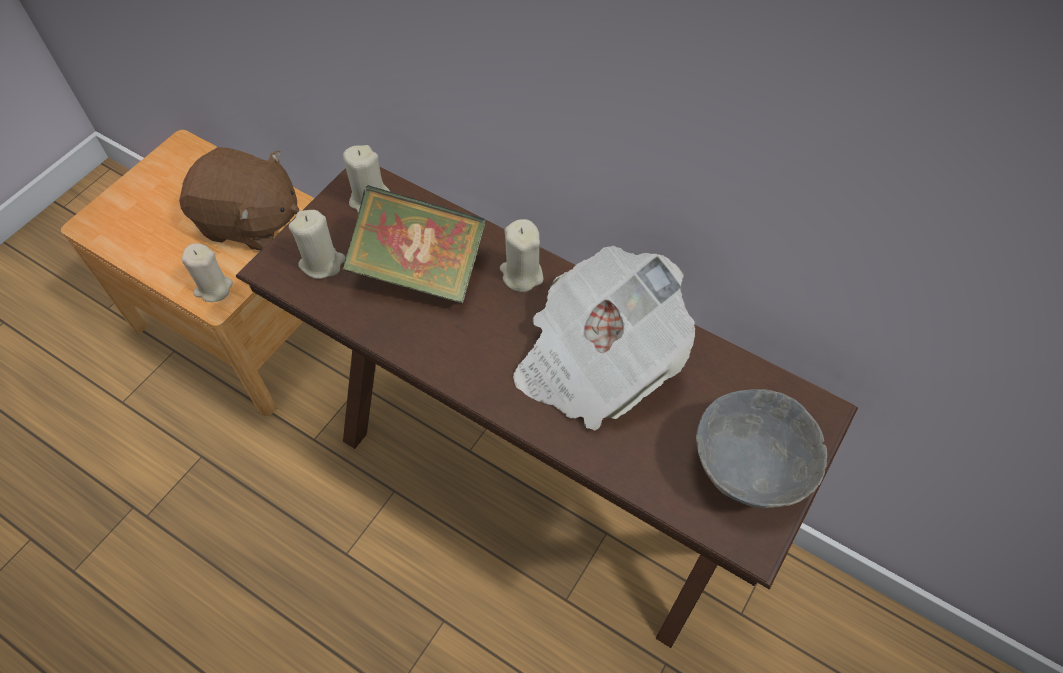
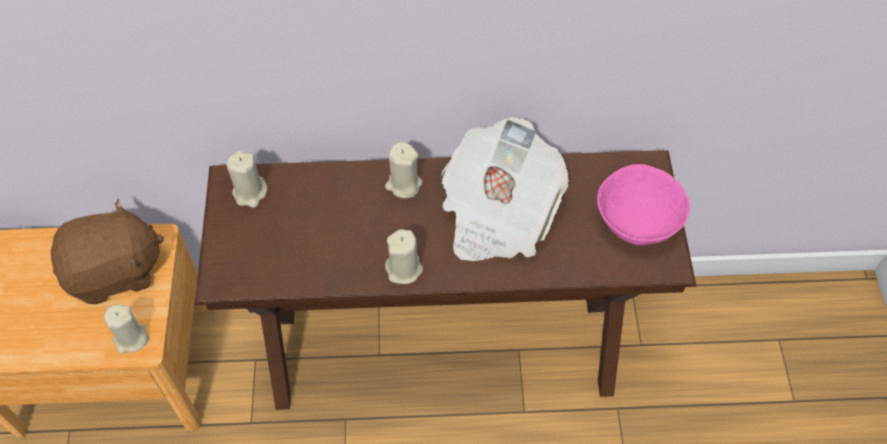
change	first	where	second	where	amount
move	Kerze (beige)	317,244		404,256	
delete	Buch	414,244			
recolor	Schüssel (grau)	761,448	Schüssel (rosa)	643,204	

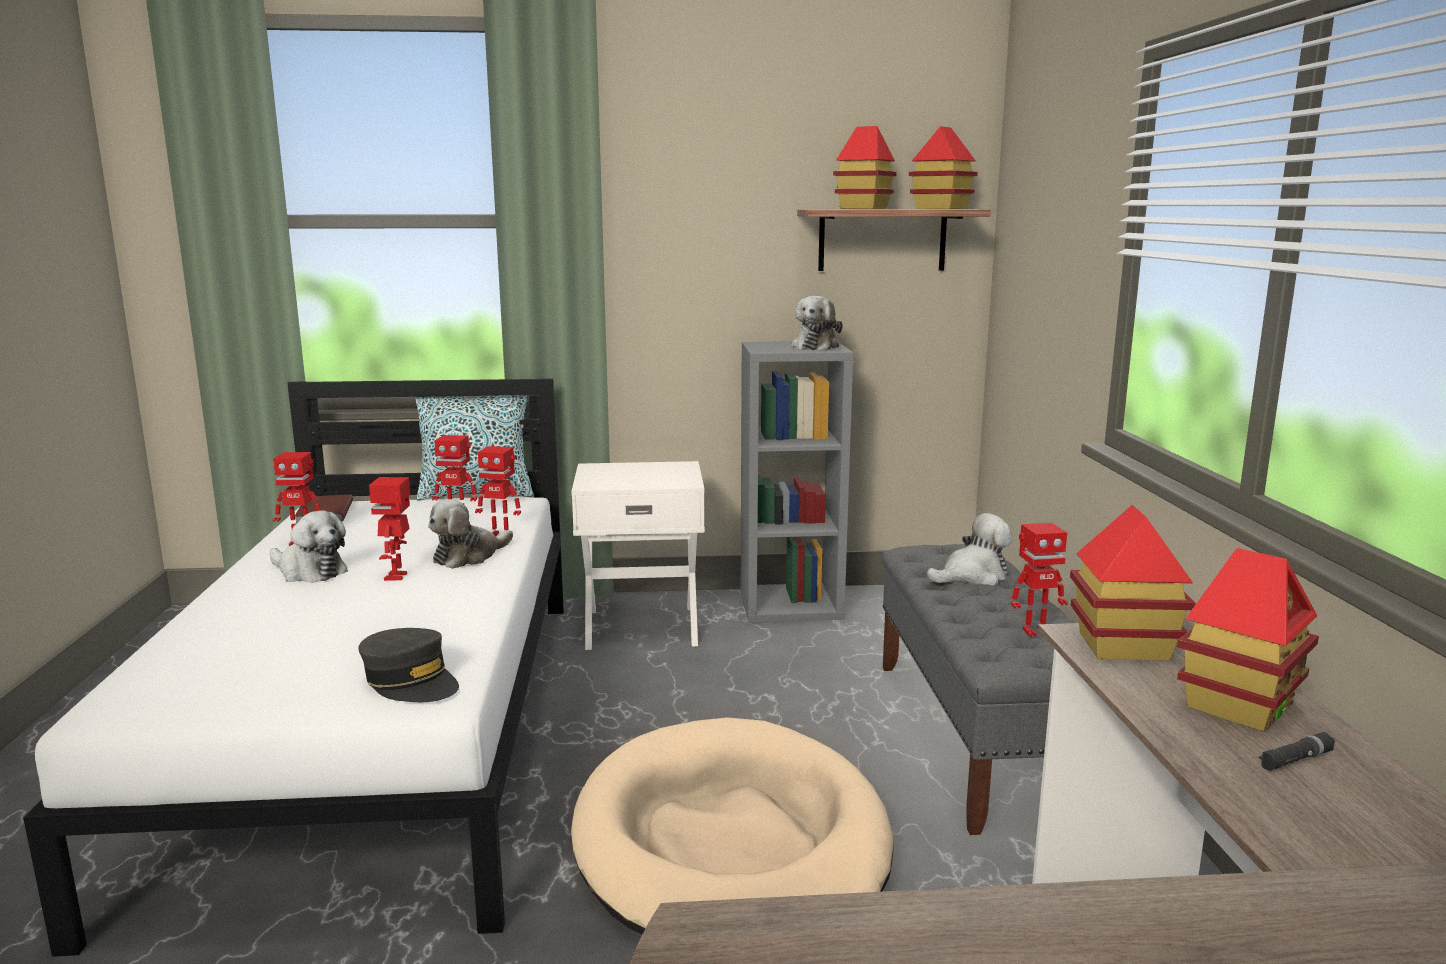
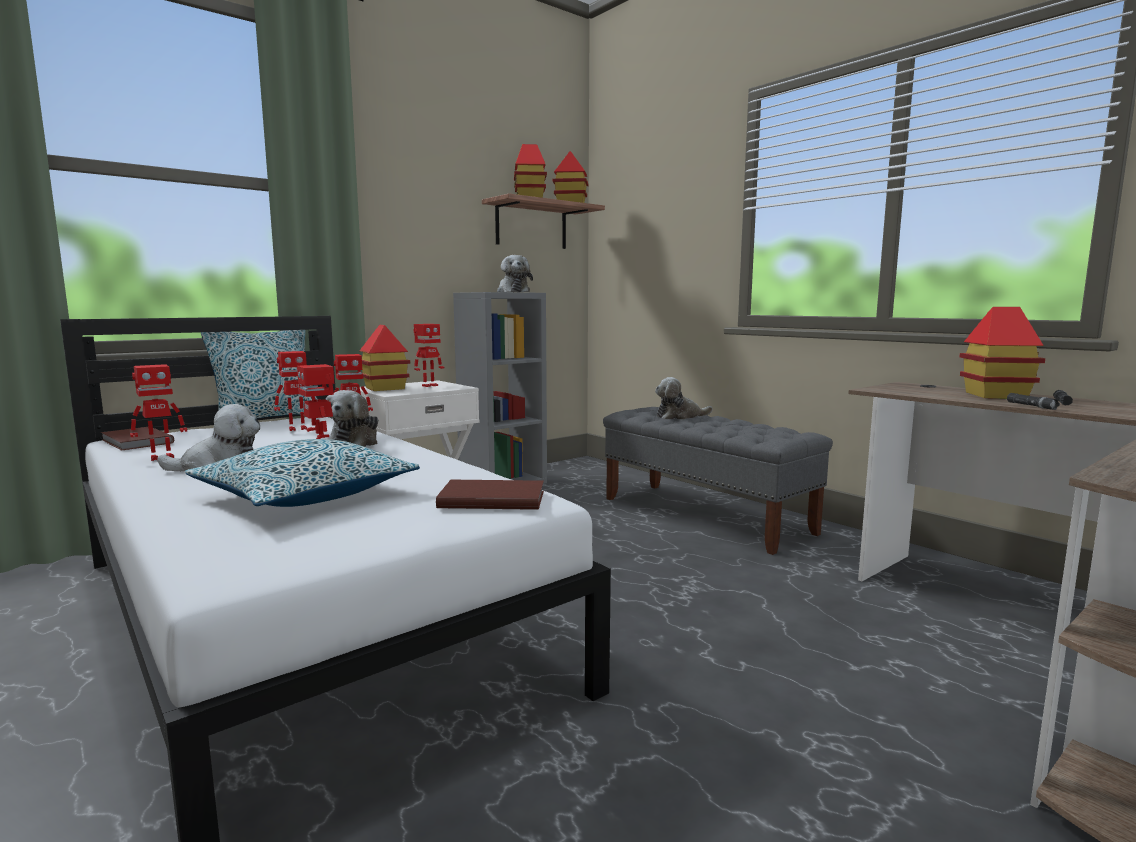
change	first	where	second	where	amount
replace	Kappe (grau)	409,665	Buch (braun)	490,495	
delete	Hundebett (beige)	732,825			
rotate	Plüschtier	969,549		684,398	135 degrees counterclockwise
move	Spielzeugroboter	1039,579		429,355	
move	Spielzeughaus	1133,583		385,358	
insert			Kissen	302,473	
insert			Taschenlampe (schwarz)	1033,401	

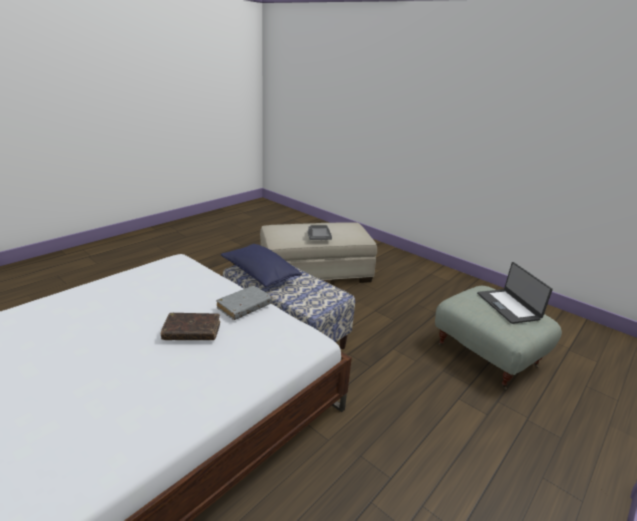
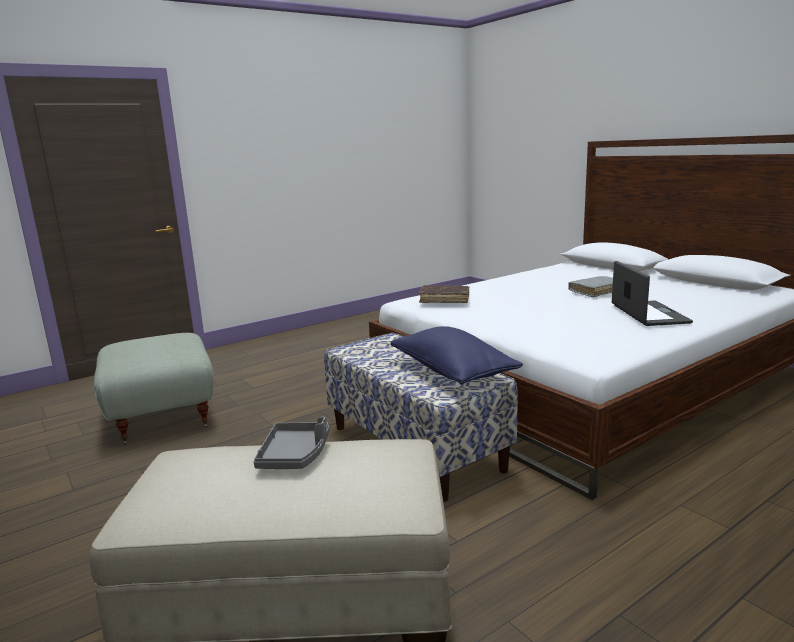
change	first	where	second	where	amount
move	Buch (braun)	190,326		444,294	
move	Buch (grau)	244,303		591,286	
move	Laptop	515,293		652,293	

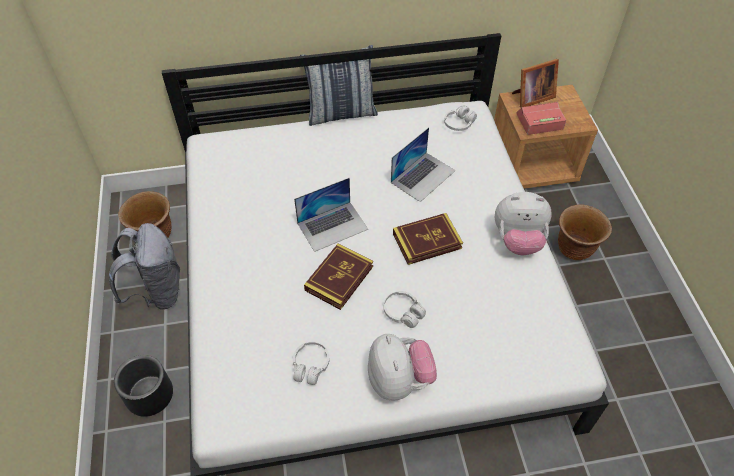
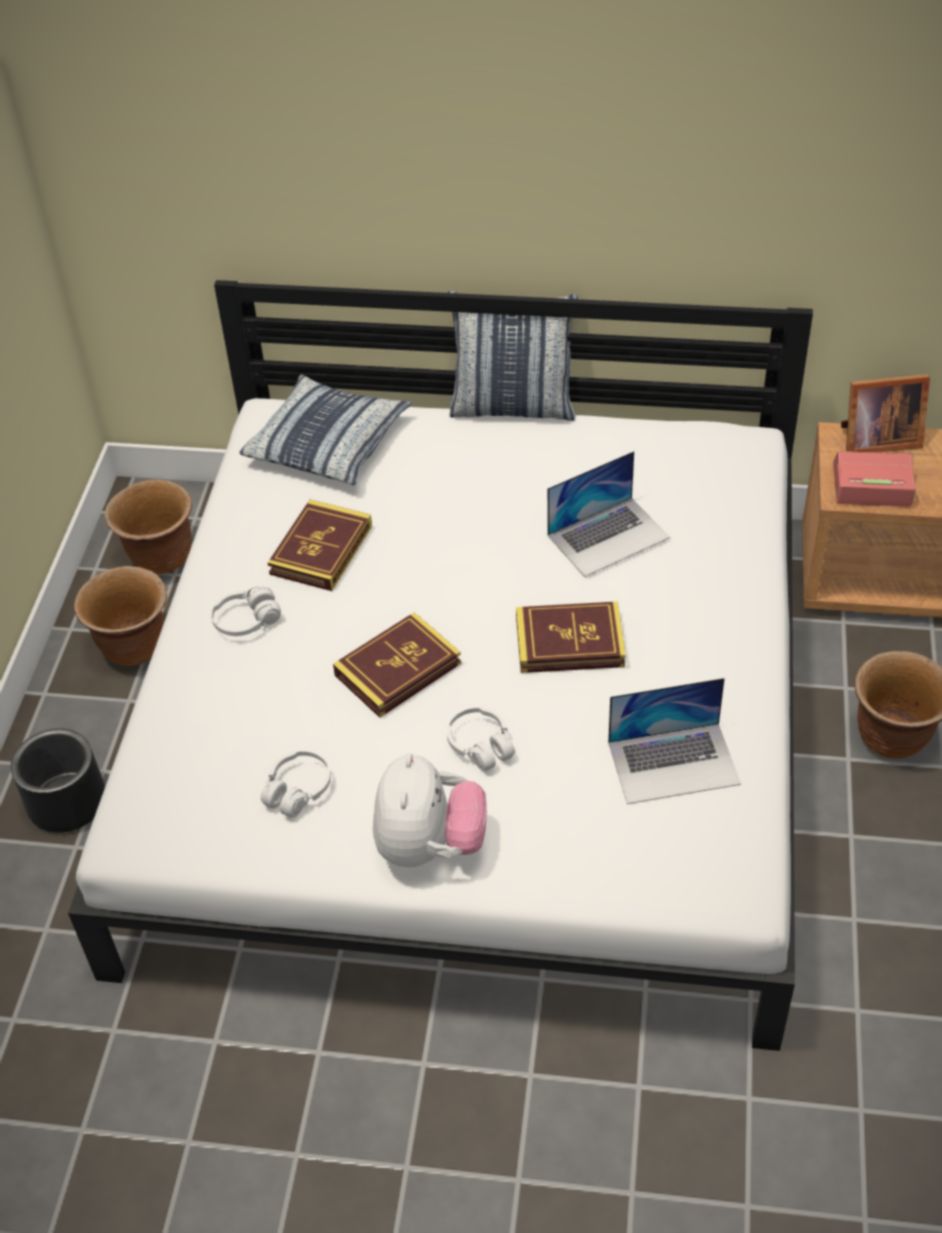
change	first	where	second	where	amount
replace	Rucksack (grau)	144,266	Pflanzkübel (braun)	120,616	
move	Laptop	331,215		674,741	
move	Kopfhörer (weiß)	460,118		246,611	
delete	Plüschtier	523,223			
insert			Kissen	325,429	
insert			Buch	320,545	

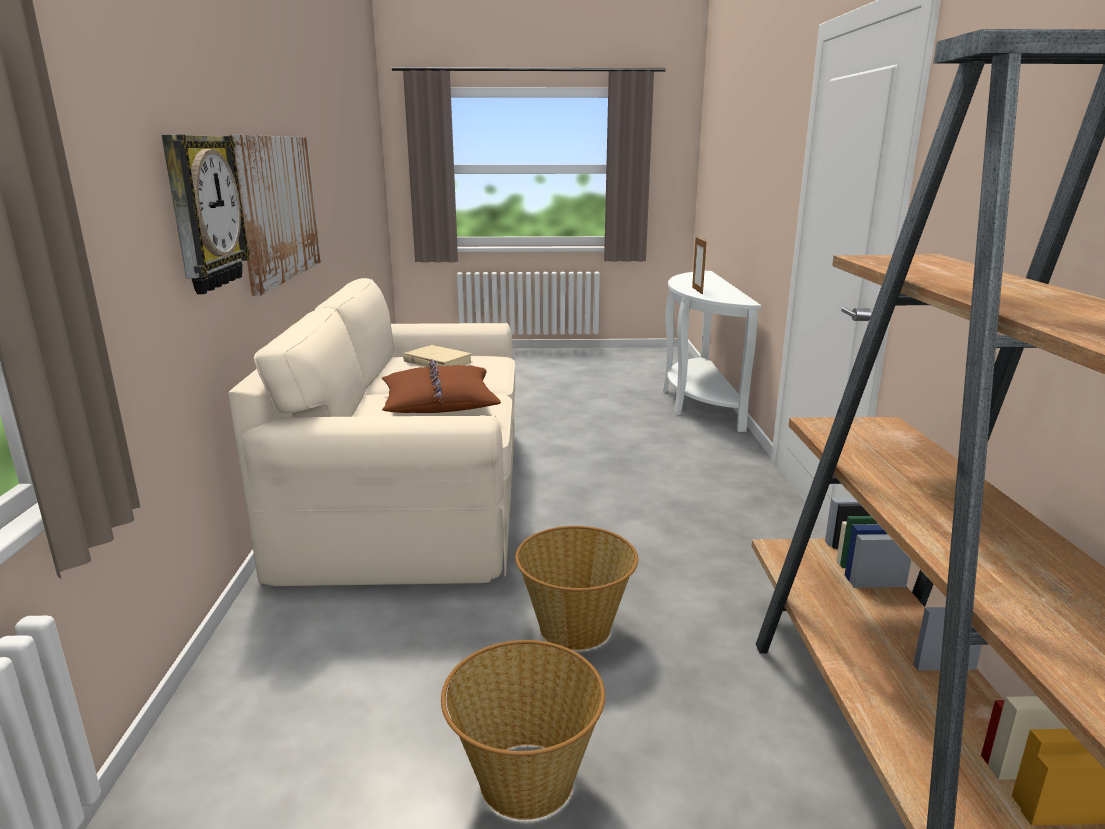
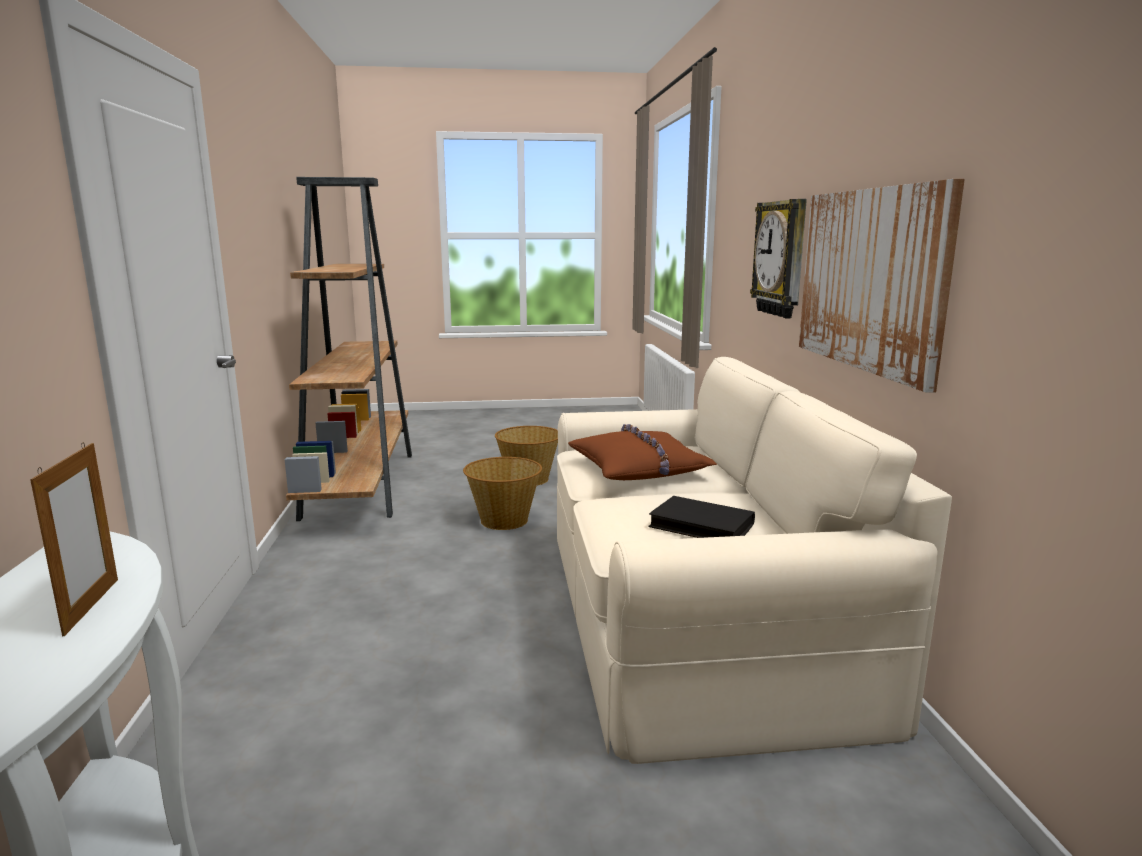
change	first	where	second	where	amount
recolor	Buch (beige)	438,356	Buch (schwarz)	702,517	

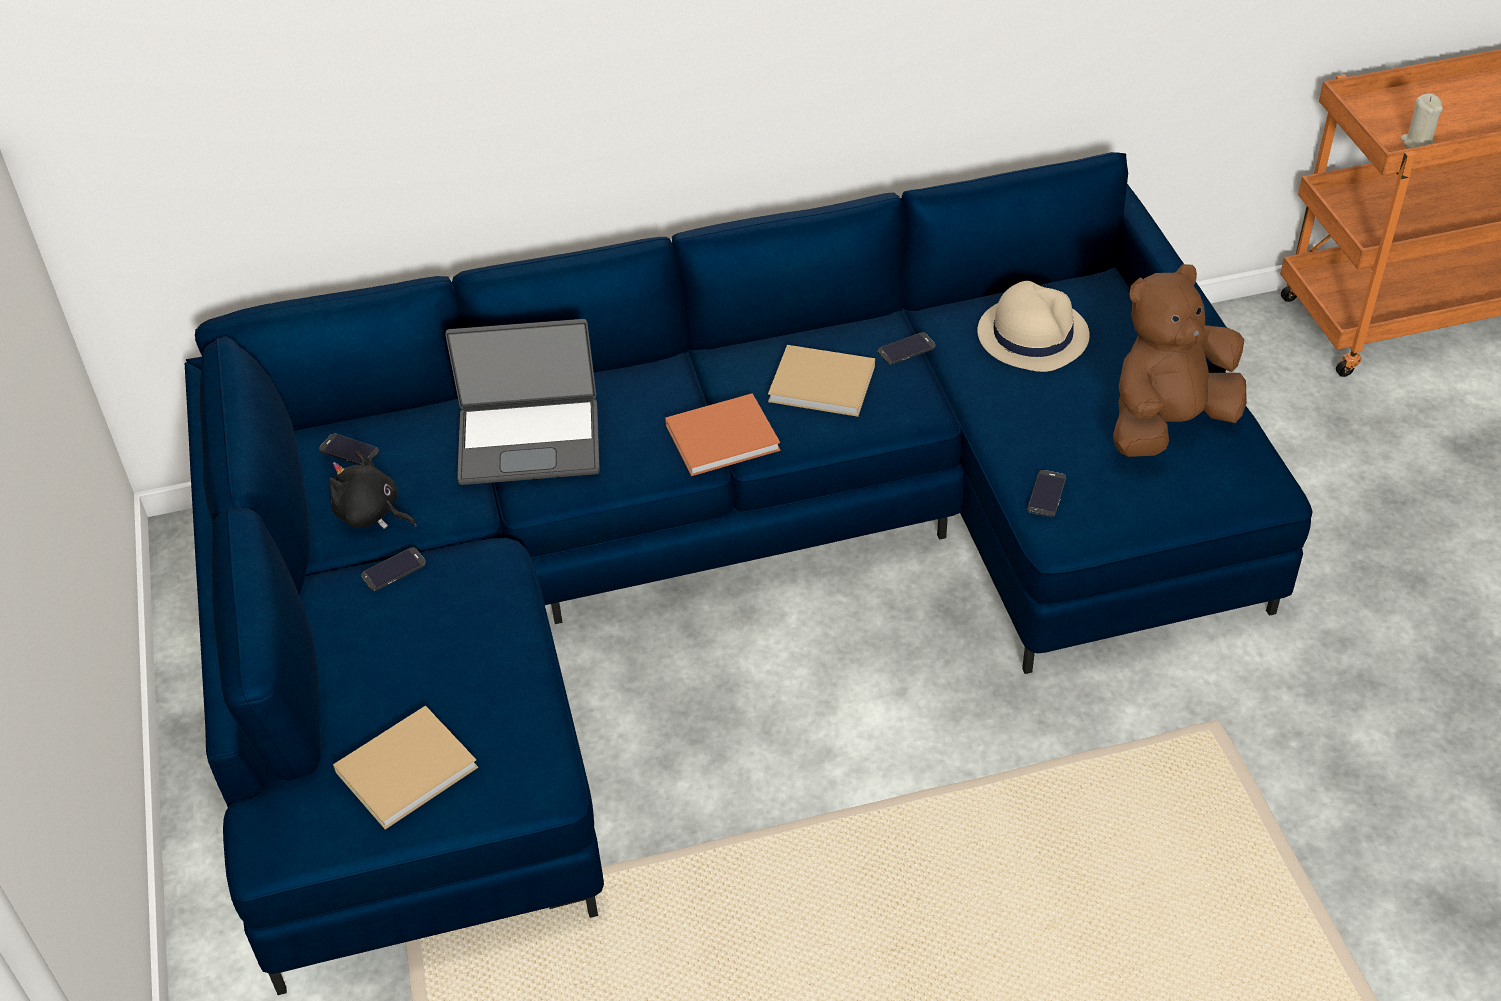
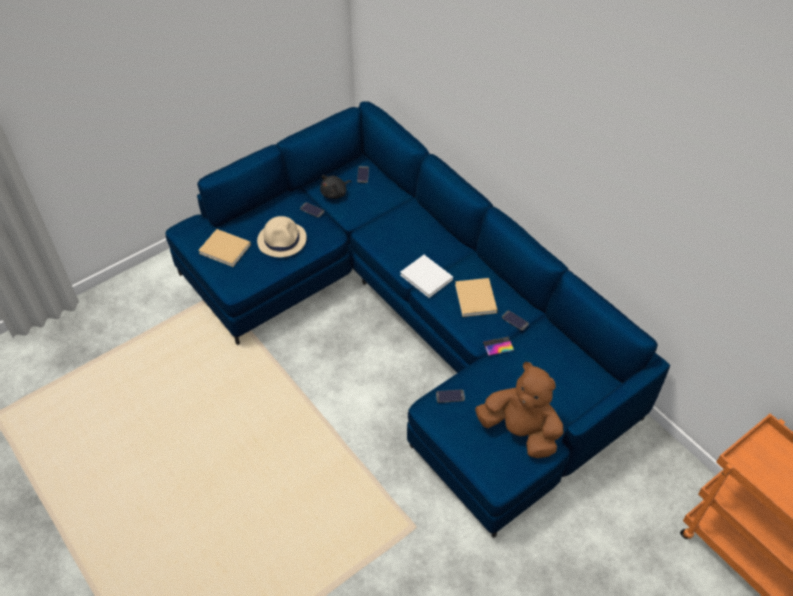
change	first	where	second	where	amount
rotate	Plüschtier (schwarz)	373,490		336,187	135 degrees counterclockwise
delete	Laptop	522,402			
recolor	Buch (orange)	723,434	Buch (weiß)	426,276	
move	Hut (beige)	1033,326		282,236	
delete	Kerze (beige)	1421,120			
insert			Handy	498,346	

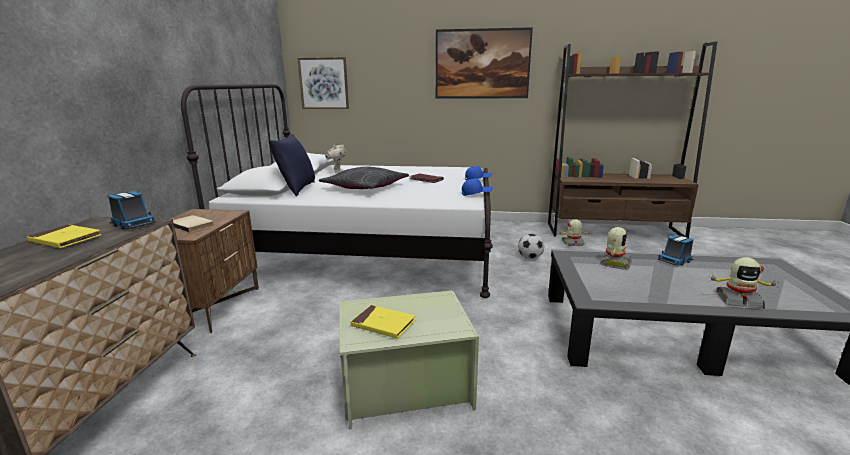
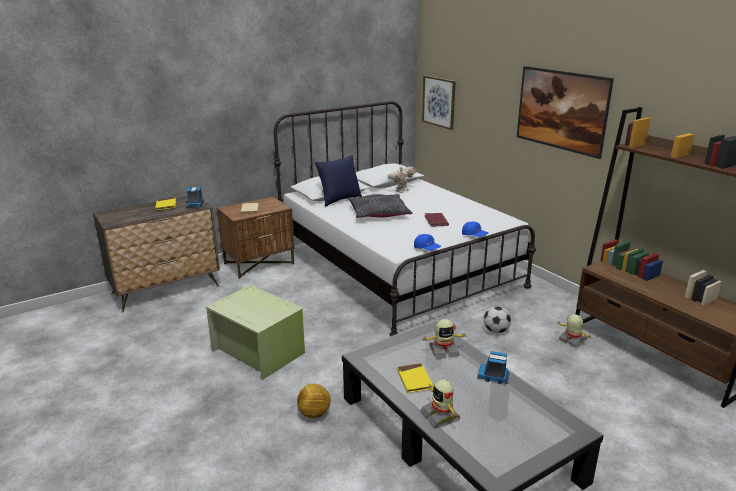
change	first	where	second	where	amount
move	Buch (gelb)	383,322		415,378	
insert			Fußball	314,401	

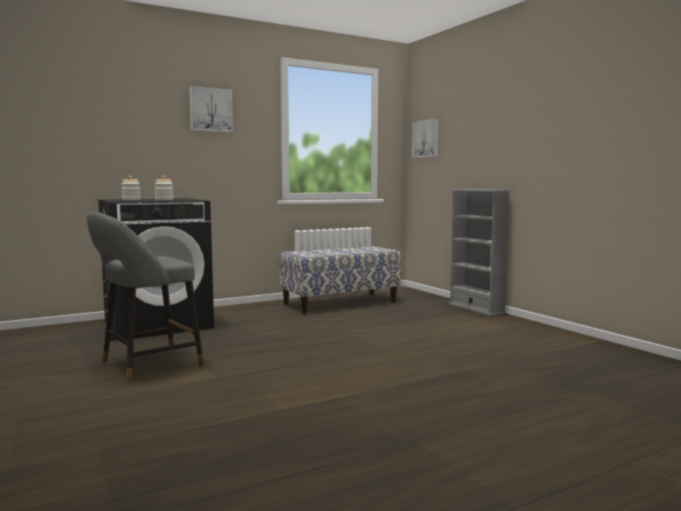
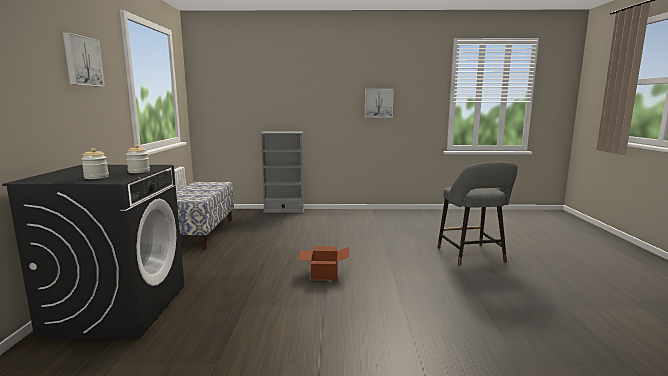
change	first	where	second	where	amount
move	Hocker (grau)	145,297		477,214	
move	Bild	425,138		379,103	
insert			Karton	323,263	

